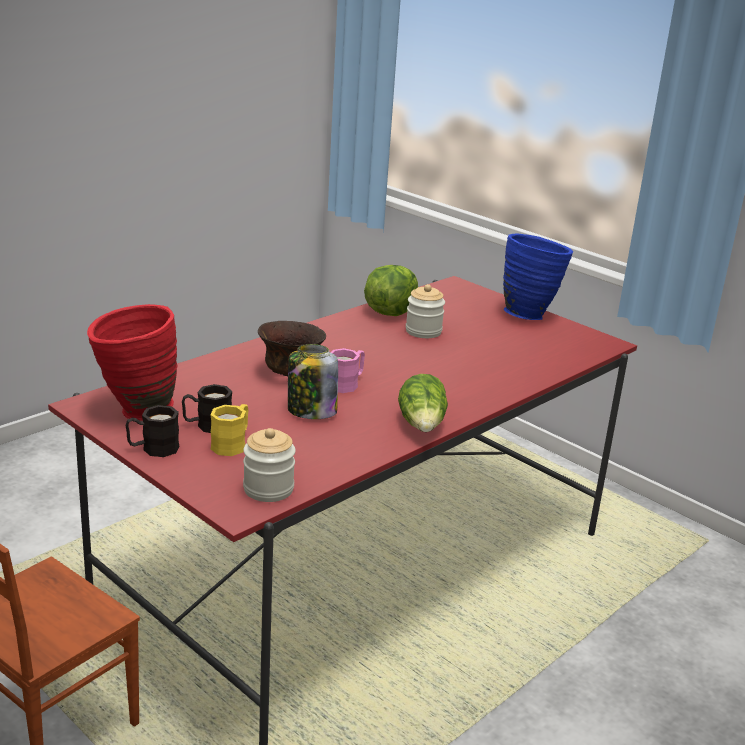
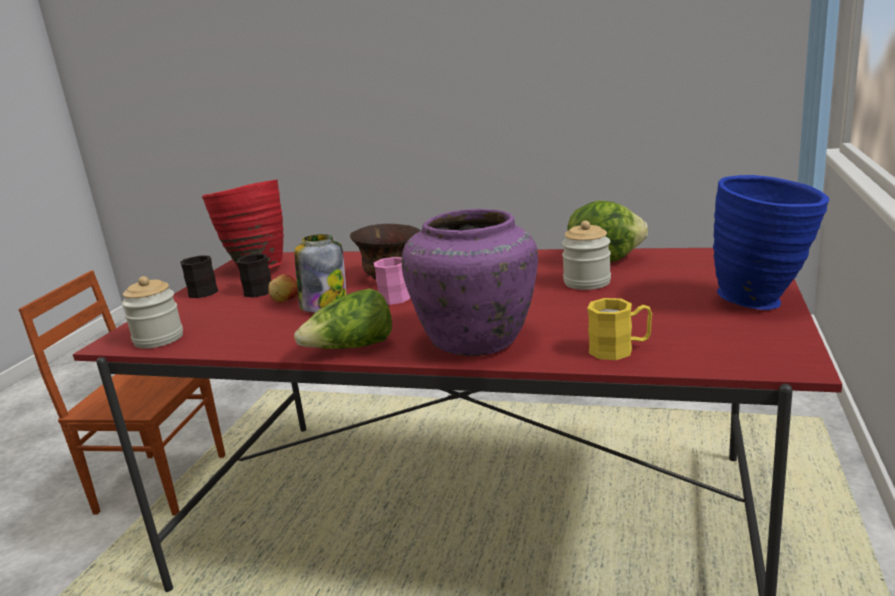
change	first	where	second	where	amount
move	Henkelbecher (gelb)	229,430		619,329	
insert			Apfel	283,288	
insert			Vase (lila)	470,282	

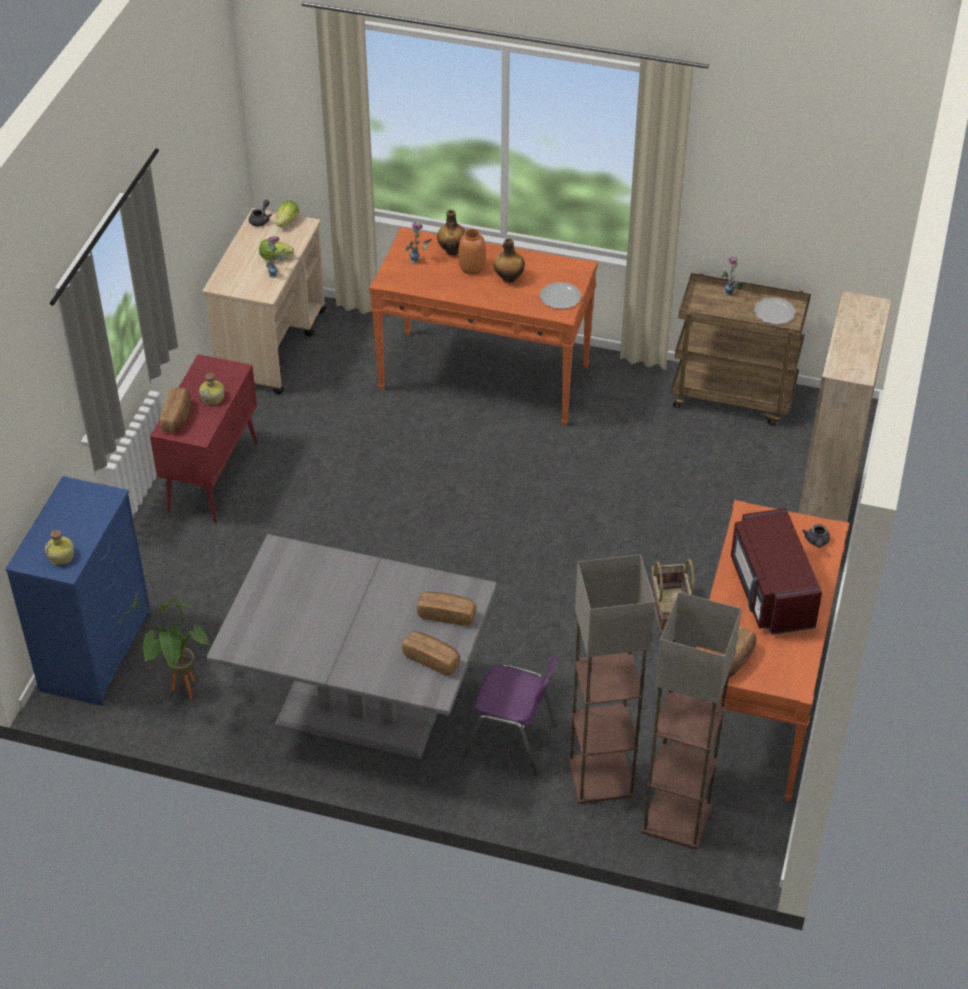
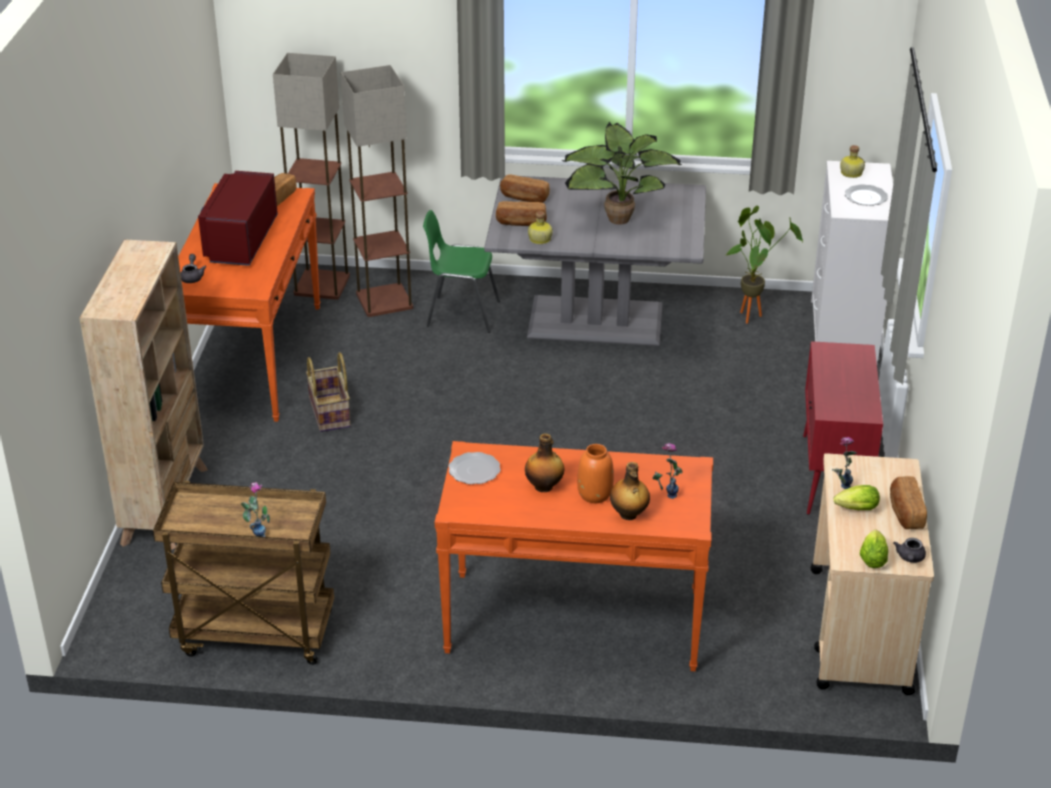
change	first	where	second	where	amount
recolor	Kommode (blau)	78,591	Kommode (weiß)	852,263	
move	Brot	175,410		908,502	
move	Flasche	211,389		540,227	
recolor	Stuhl (lila)	510,715	Stuhl (grün)	461,271	
rotate	Mikrowelle (rot)	776,571		238,218	150 degrees counterclockwise
move	Teller	775,311		866,195	
insert			Topfpflanze	621,173	

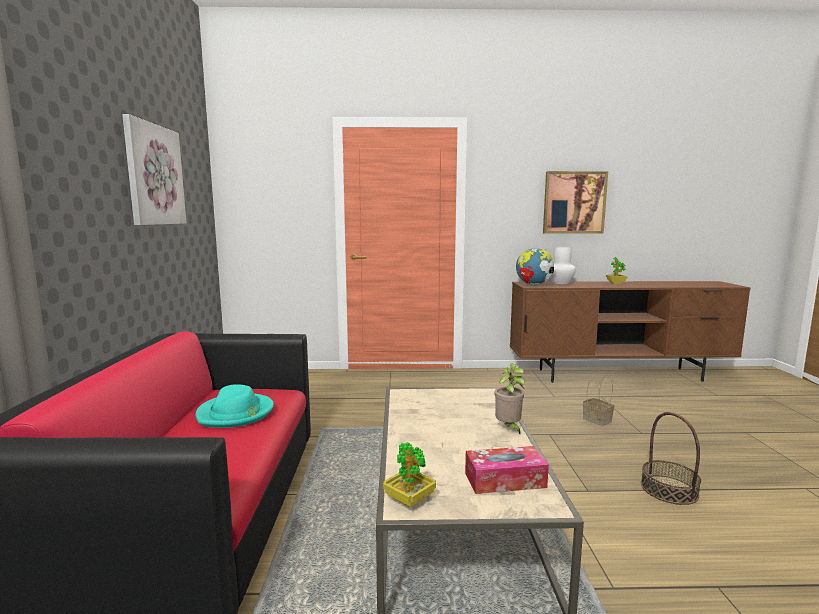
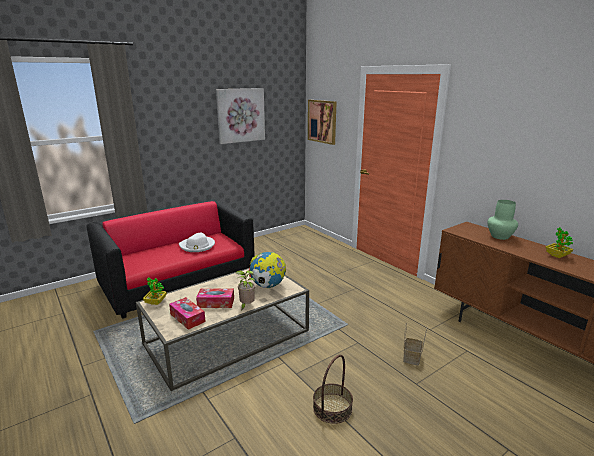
change	first	where	second	where	amount
recolor	Hut (türkis)	234,406	Hut (weiß)	197,242	
move	Globus	535,267		267,270	
move	Bild	575,202		322,122	
recolor	Vase (weiß)	563,265	Vase (grün)	503,220	
insert			Taschentuchbox	215,298	

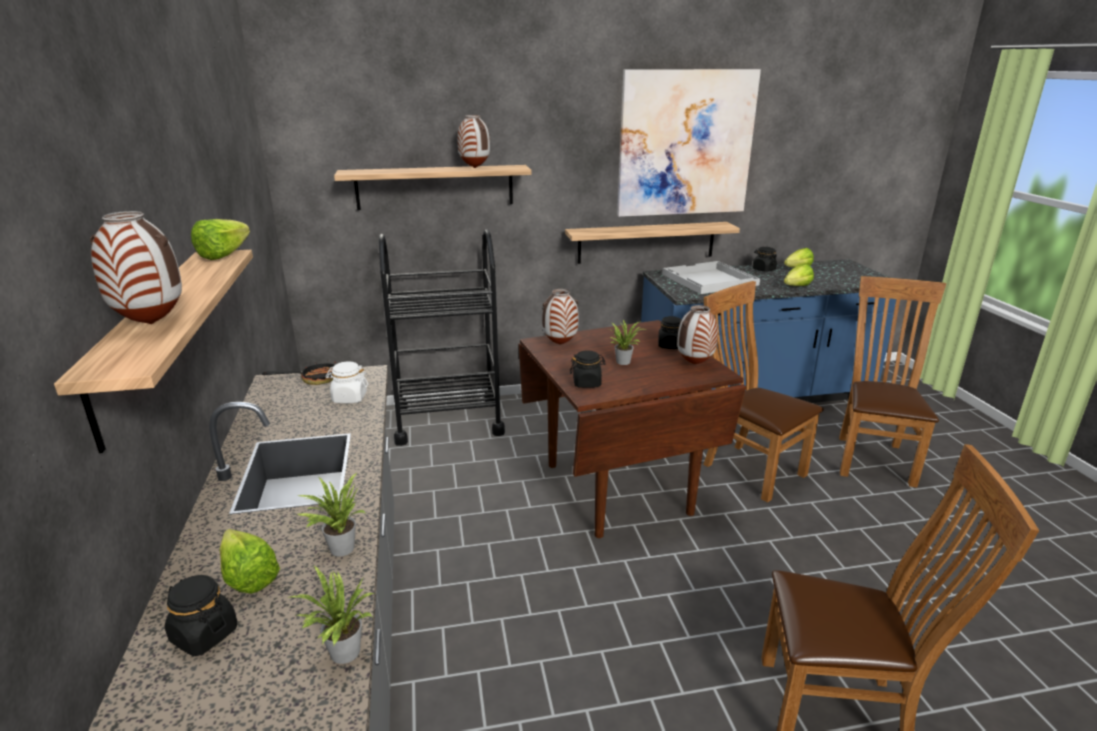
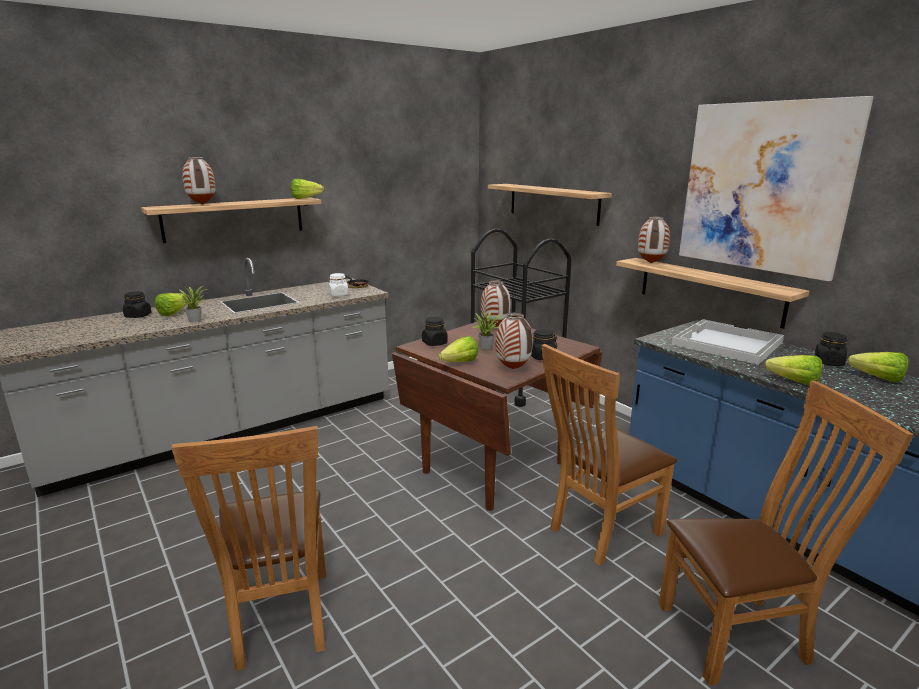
change	first	where	second	where	amount
delete	Topfpflanze	332,615			
move	Vase	473,141		654,239	
rotate	Stuhl (braun)	763,392		609,455	150 degrees counterclockwise
insert			Salatkopf	458,349	

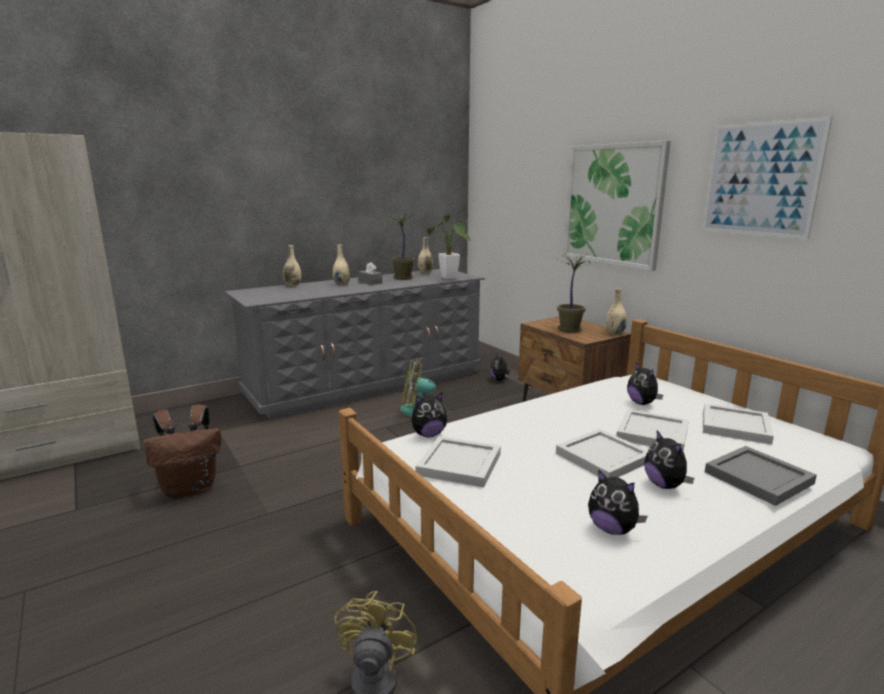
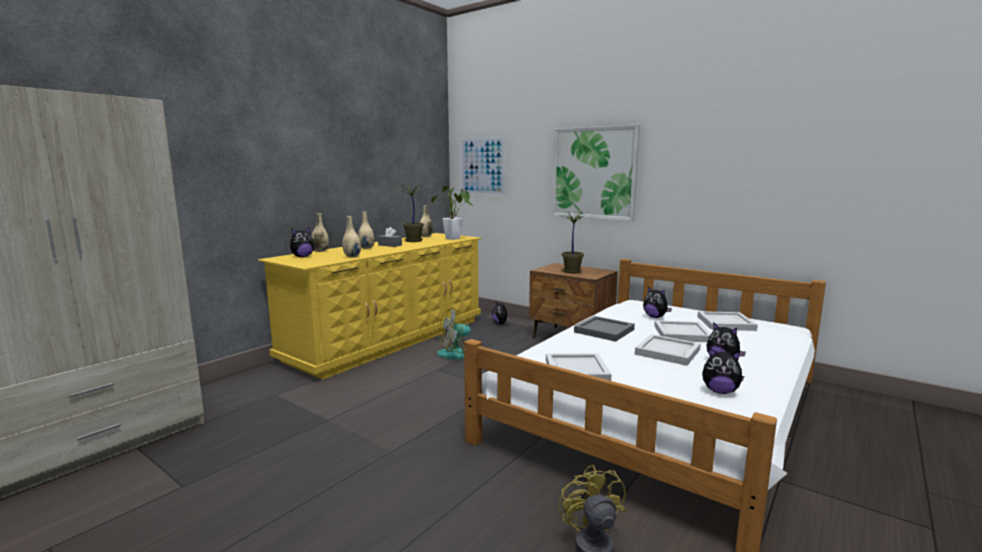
change	first	where	second	where	amount
delete	Rucksack (braun)	182,451			
recolor	Kommode (grau)	355,345	Kommode (gelb)	369,306	
move	Plüschtier	429,415		302,242	
move	Vase (beige)	616,311		351,236	
move	Bild	767,178		483,166	
move	Tablett (grau)	761,476		604,329	

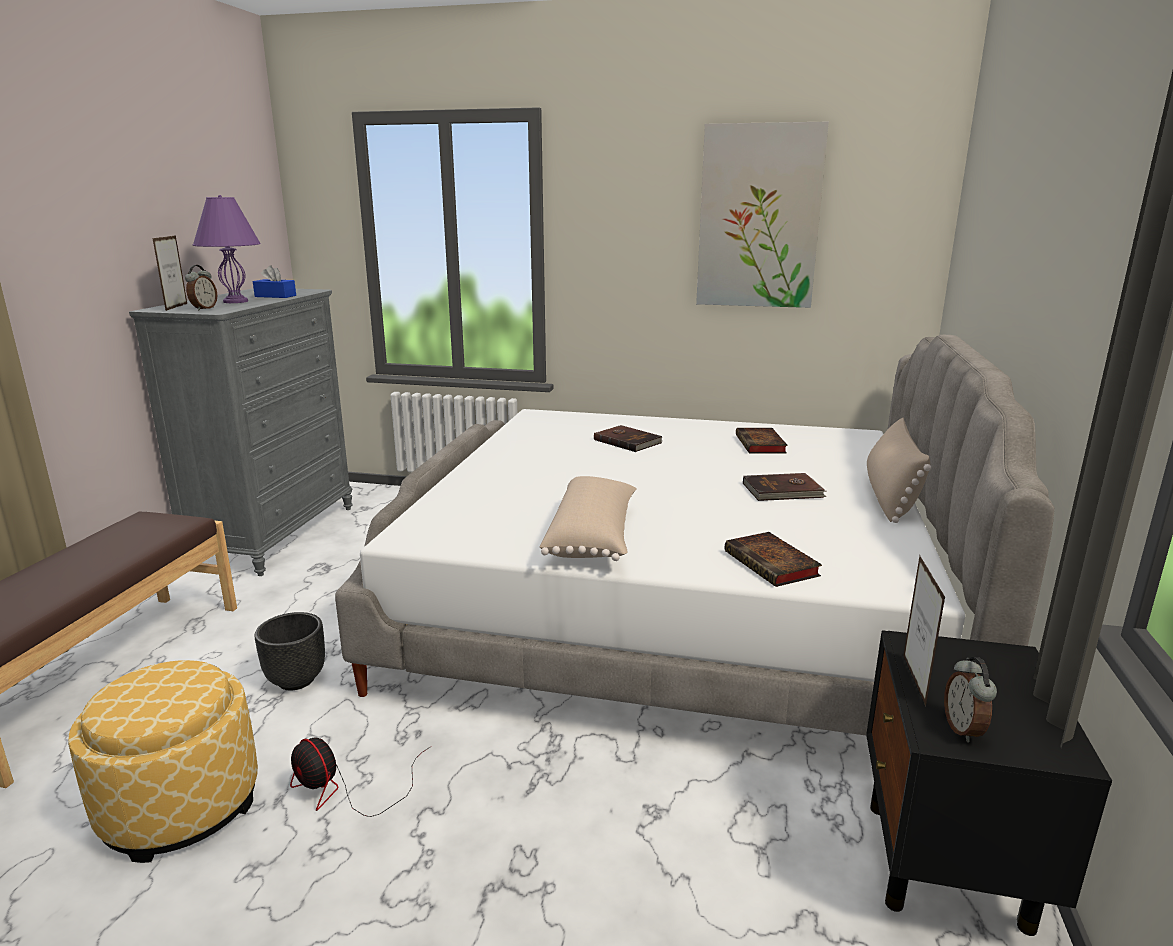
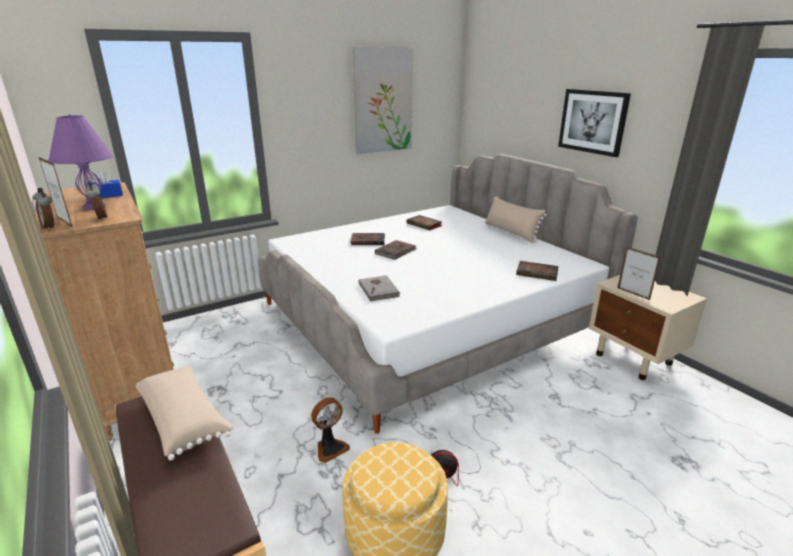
change	first	where	second	where	amount
recolor	Kommode (grau)	241,432	Kommode (braun)	105,311	
replace	Pflanzkübel (schwarz)	290,651	Ventilator	330,430	
move	Kissen (beige)	588,518		185,414	
move	Buch (braun)	785,487		396,250	
recolor	Nachttisch (schwarz)	989,783	Nachttisch (beige)	648,327	
move	Wecker	970,699		43,209	
insert			Buch (grau)	379,288	
insert			Bild	594,123	

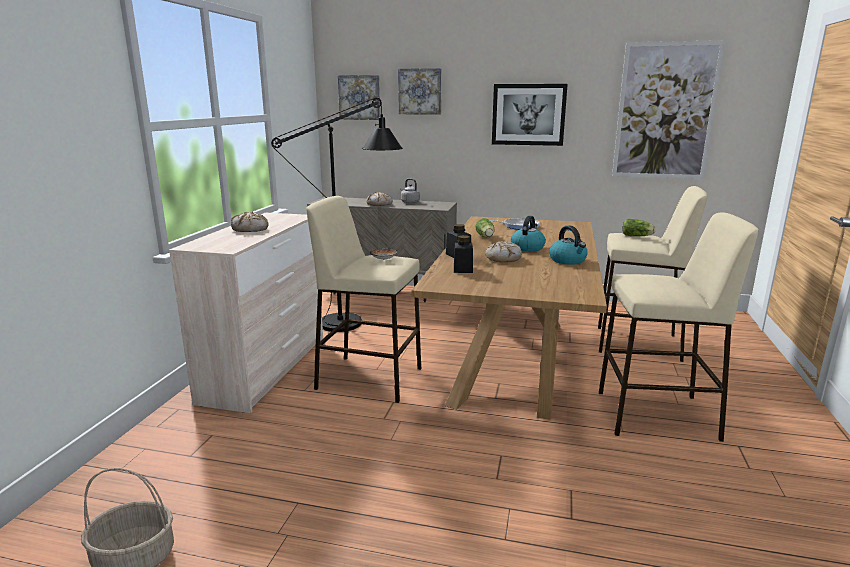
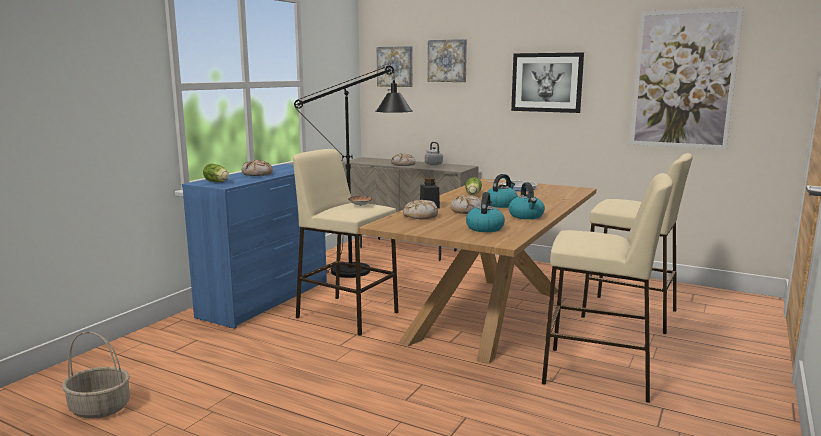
change	first	where	second	where	amount
recolor	Kommode (beige)	246,313	Kommode (blau)	254,246	
replace	Vorratsglas (schwarz)	463,254	Brot	420,209	
move	Salatkopf	639,227		216,173	
insert			Wasserkessel	485,212	

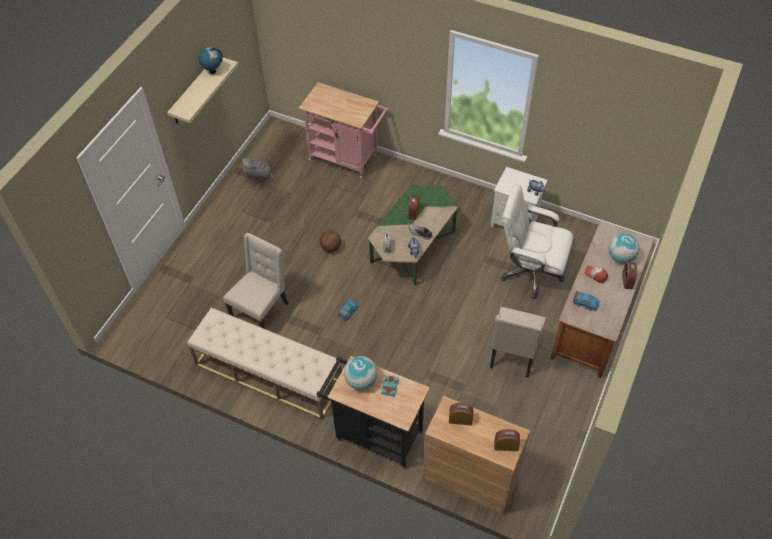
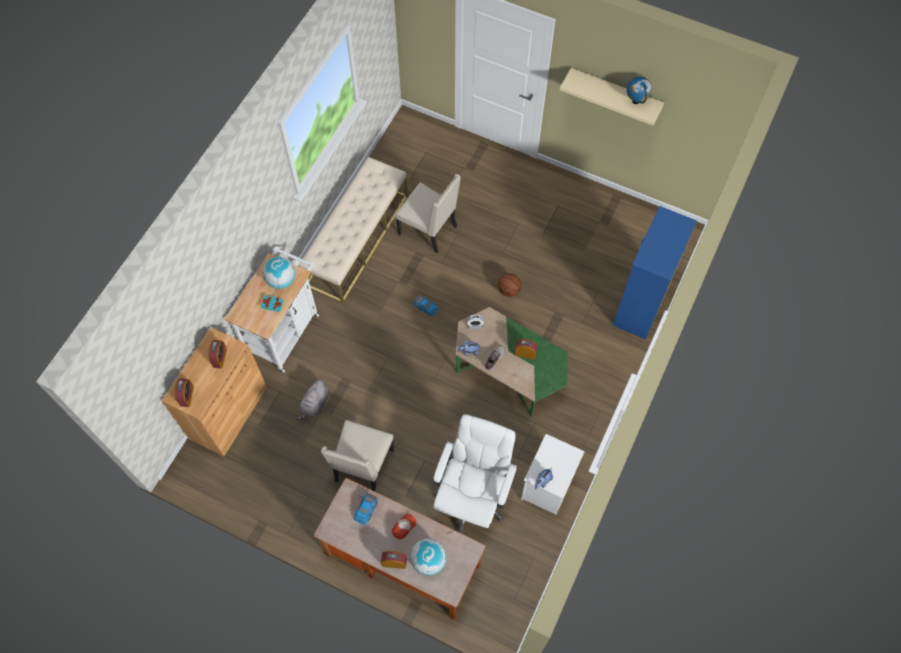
change	first	where	second	where	amount
move	Plüschtier (grau)	258,169		312,399	
replace	Rollwagen (rosa)	344,130	Kommode (blau)	655,272	
recolor	Rollwagen (schwarz)	373,412	Rollwagen (weiß)	272,309	
rotate	Stuhl (beige)	518,342		357,456	90 degrees counterclockwise

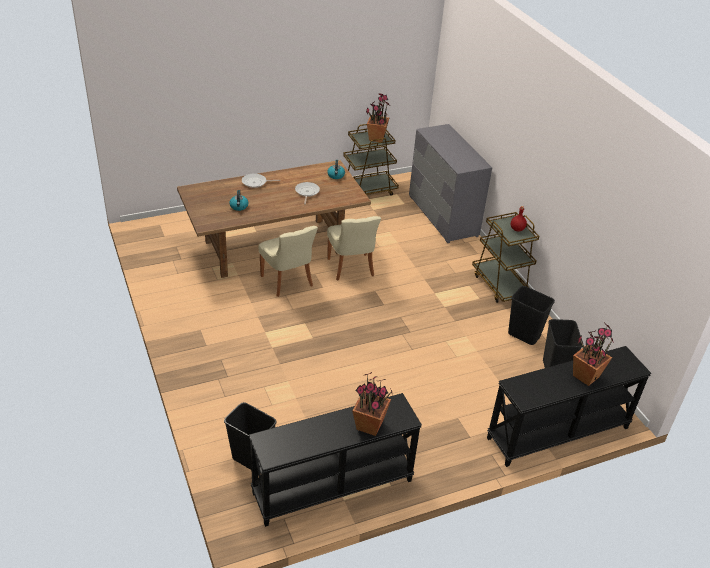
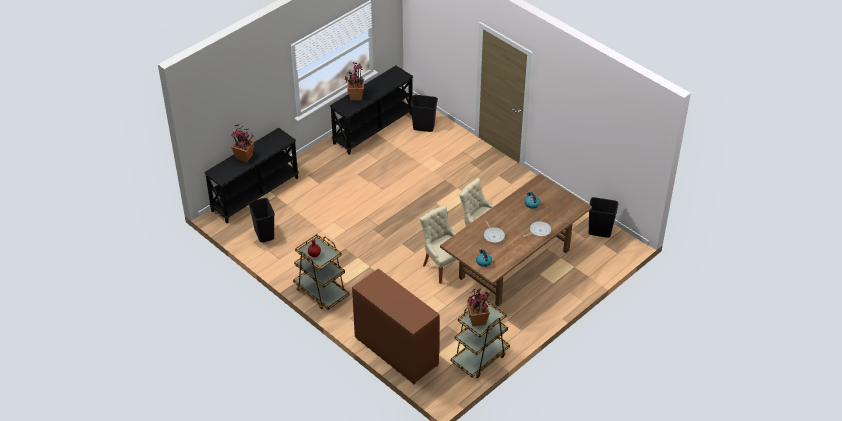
change	first	where	second	where	amount
recolor	Kommode (grau)	450,183	Kommode (braun)	396,326	
move	Mülleimer (schwarz)	531,315		603,217	

